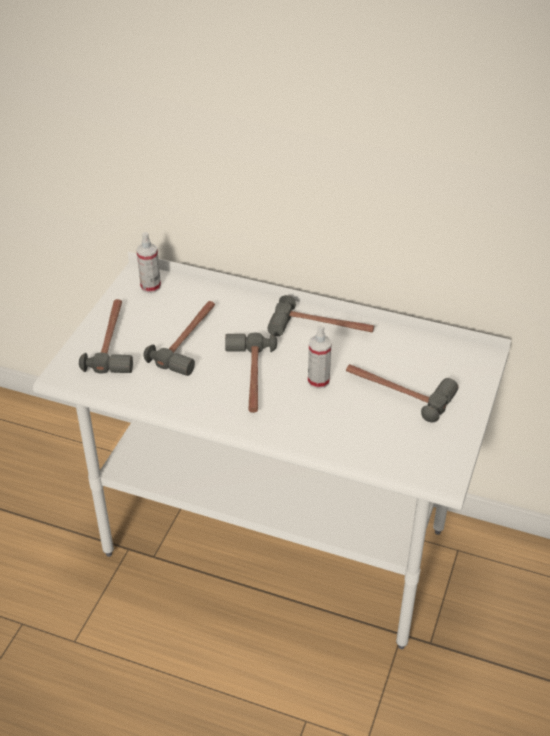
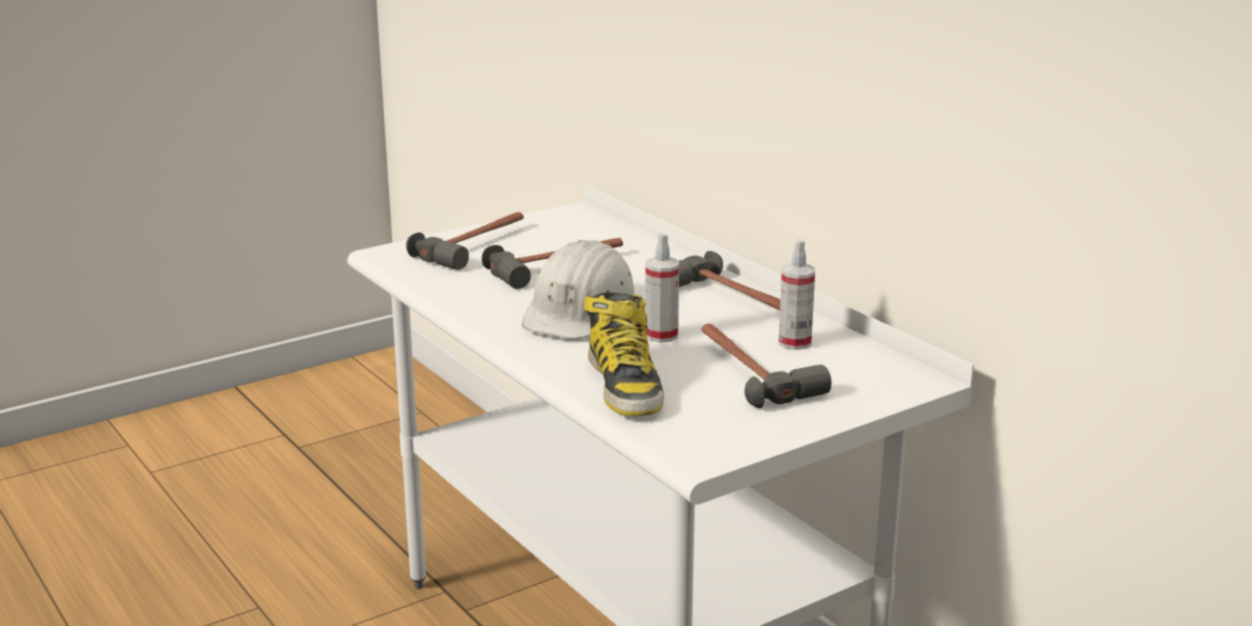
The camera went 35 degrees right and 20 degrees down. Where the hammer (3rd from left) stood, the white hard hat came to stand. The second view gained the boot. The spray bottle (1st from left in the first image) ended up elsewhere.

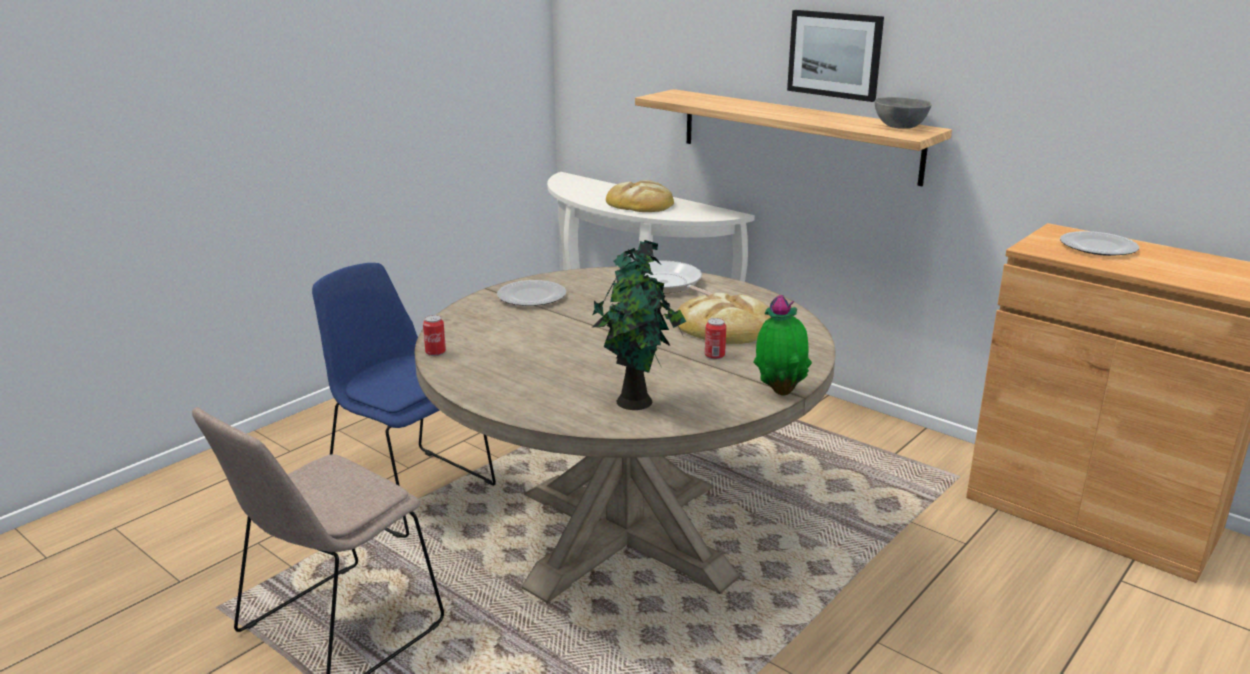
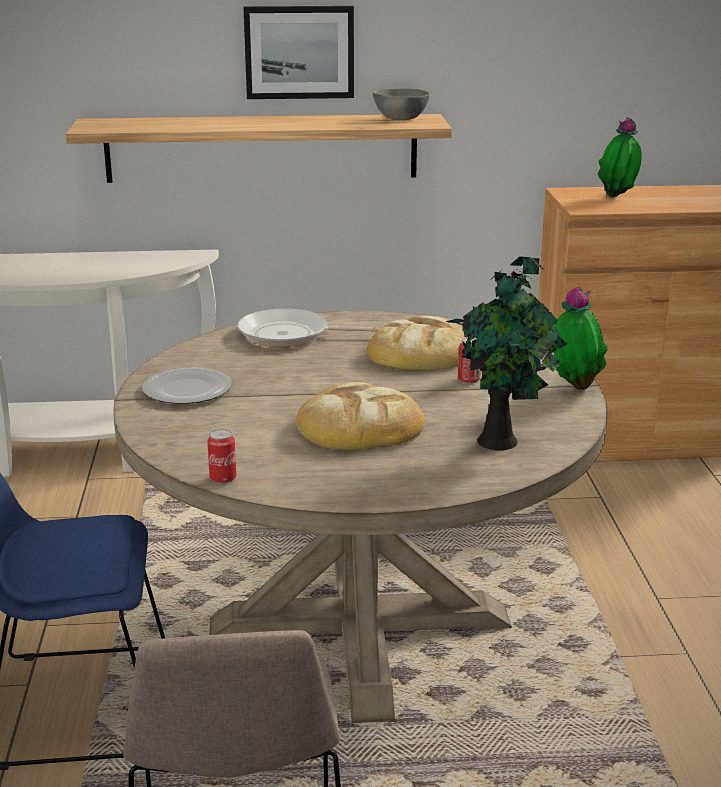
The camera went 45 degrees left and 0 degrees up. The bread (1st from left) ended up elsewhere. Where the plate (2nd from left) stood, the potted plant (3rd from left) came to stand.

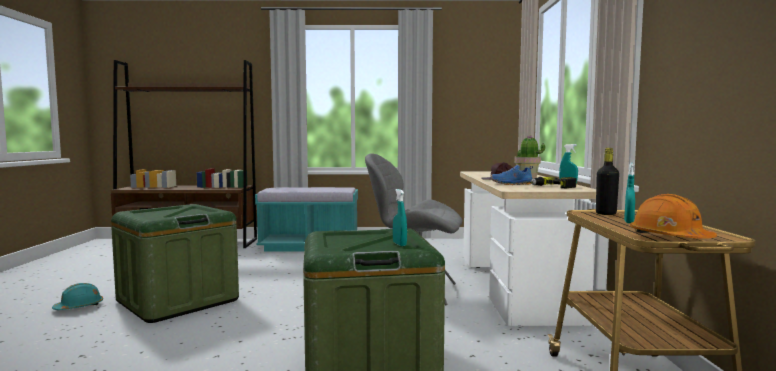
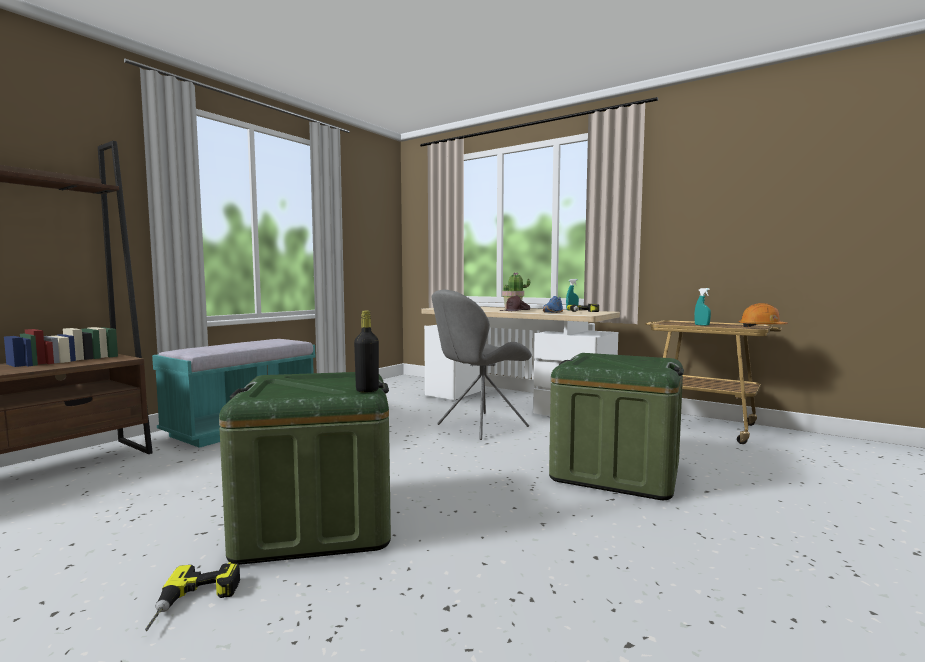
The camera went 55 degrees left and 0 degrees up. Where the turquoise hard hat stood, the power drill (1st from left) came to stand. The black bottle ended up elsewhere. The second view lost the turquoise spray bottle (1st from left).

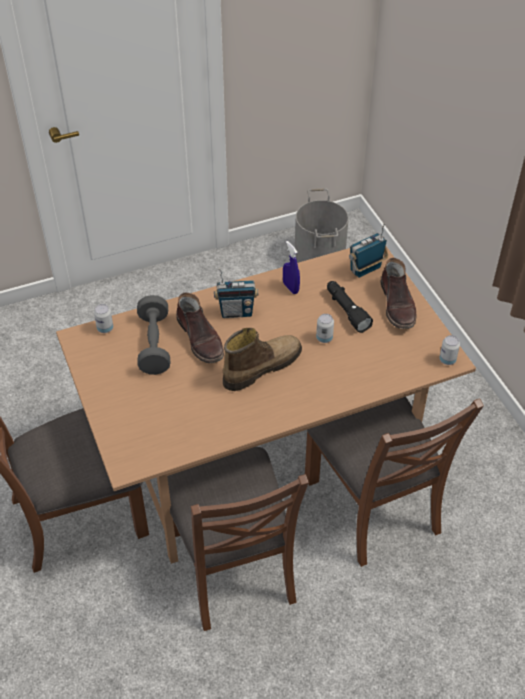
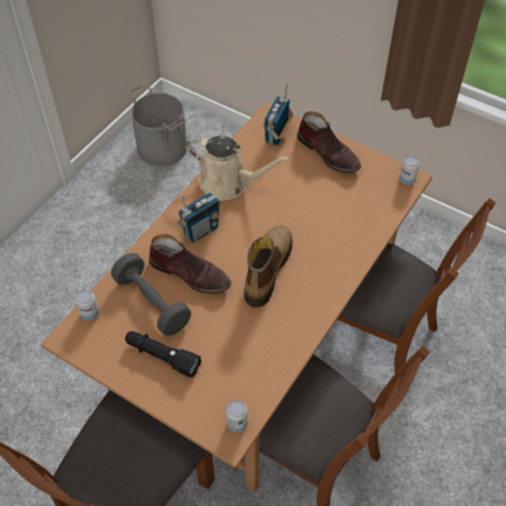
The camera went 35 degrees left and 5 degrees up. The black flashlight ended up elsewhere. Where the blue spray bottle stood, the beige watering can came to stand. The can (2nd from left) ended up elsewhere.

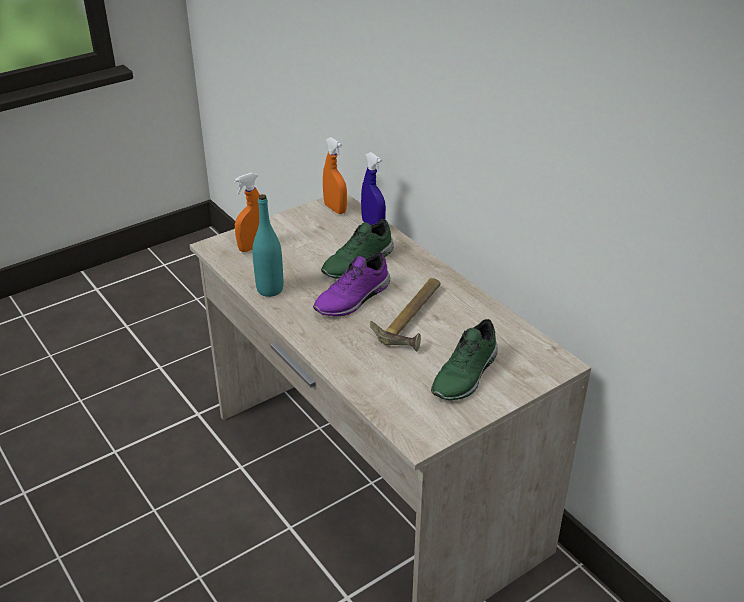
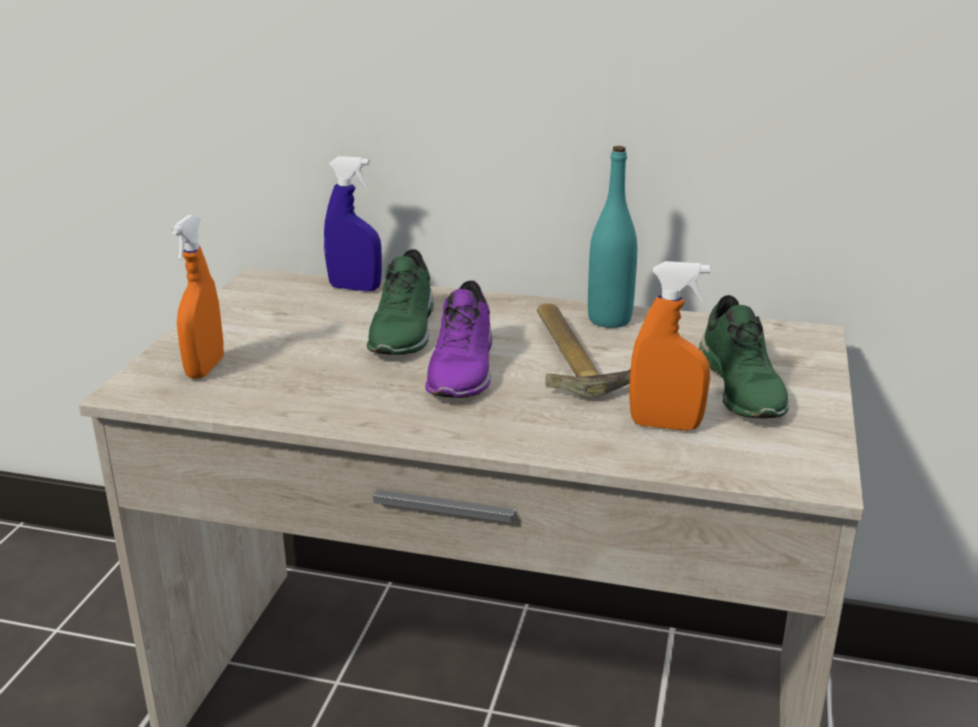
The camera went 40 degrees left and 10 degrees down. The turquoise bottle ended up elsewhere. The orange spray bottle (2nd from left) ended up elsewhere.

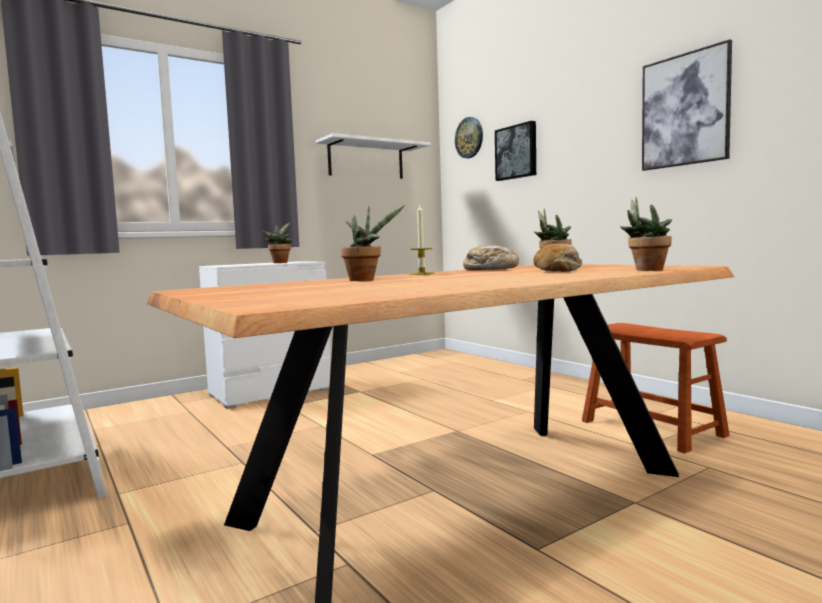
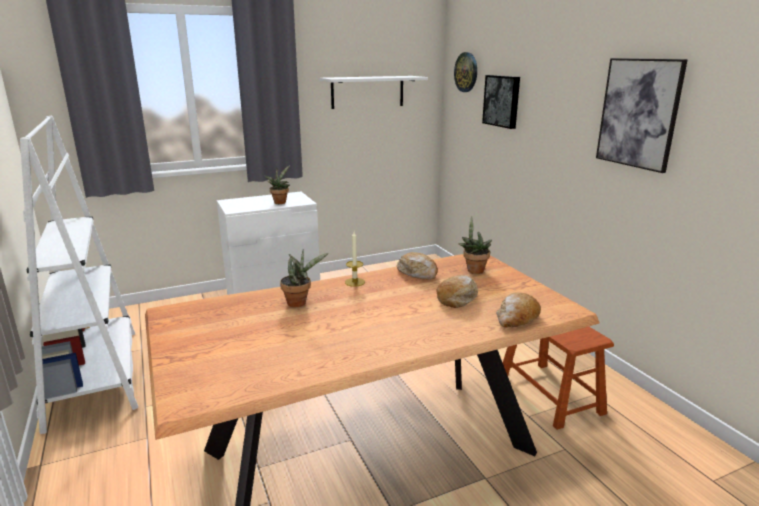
The camera went 10 degrees right and 15 degrees up. Where the potted plant (4th from left) stood, the bread (3rd from left) came to stand.

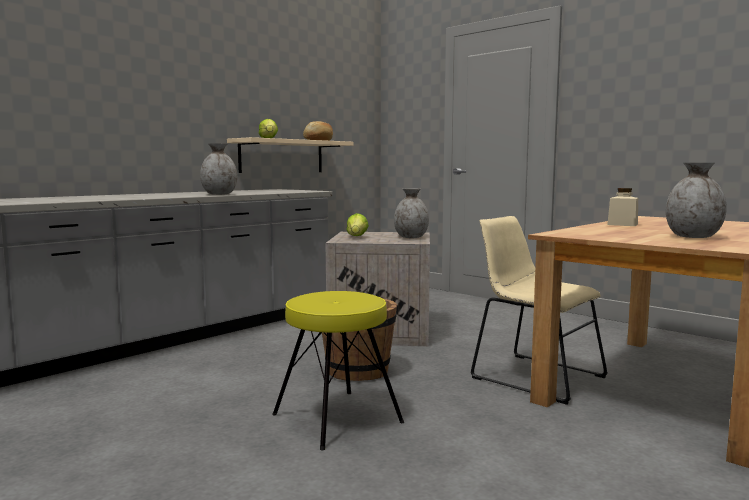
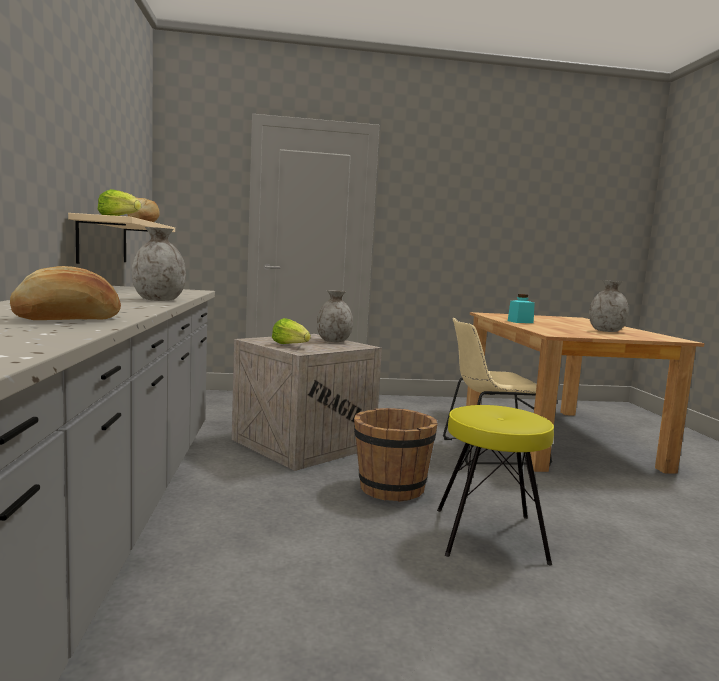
The camera went 50 degrees left and 0 degrees up. The second view gained the bread (1st from left). What was the beige jar turned into the turquoise jar.

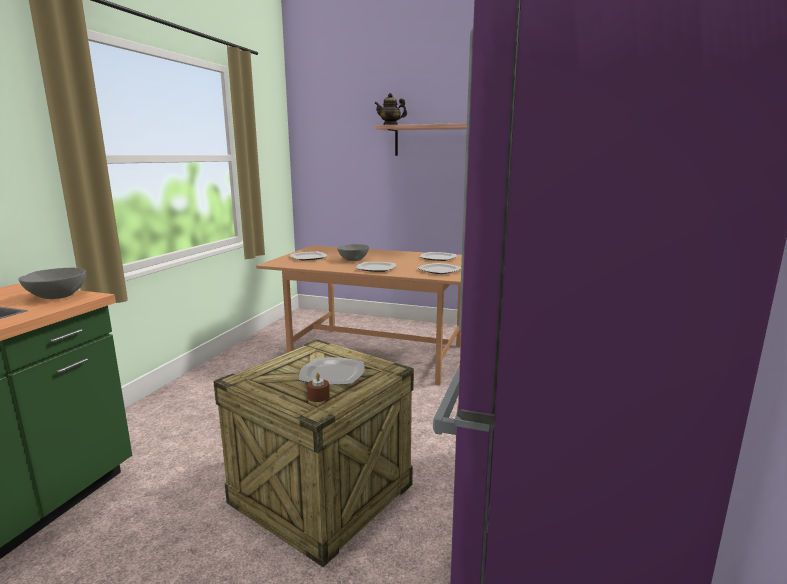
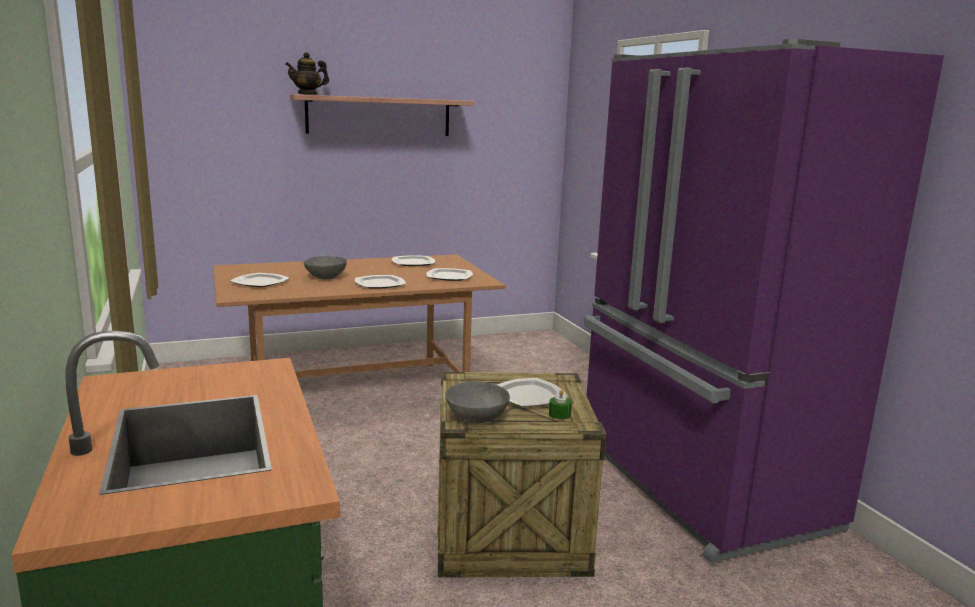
The camera went 40 degrees left and 0 degrees up. The grey bowl (1st from left in the first image) ended up elsewhere. What was the brown candle turned into the green candle.

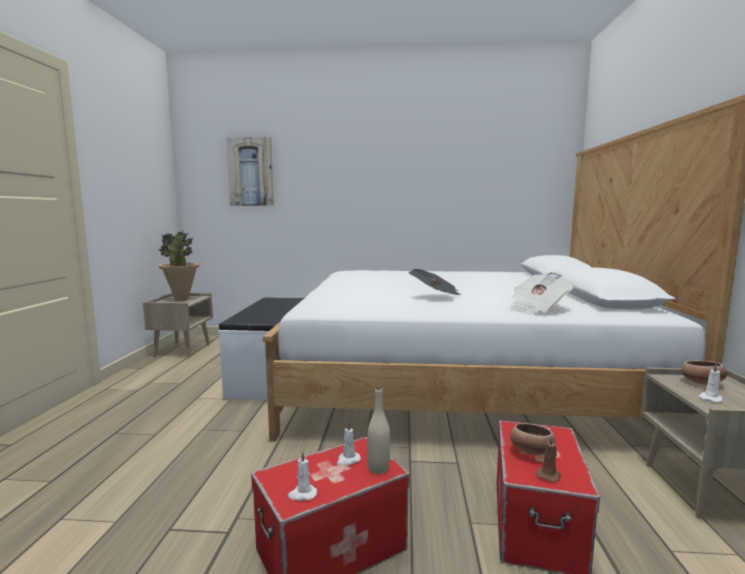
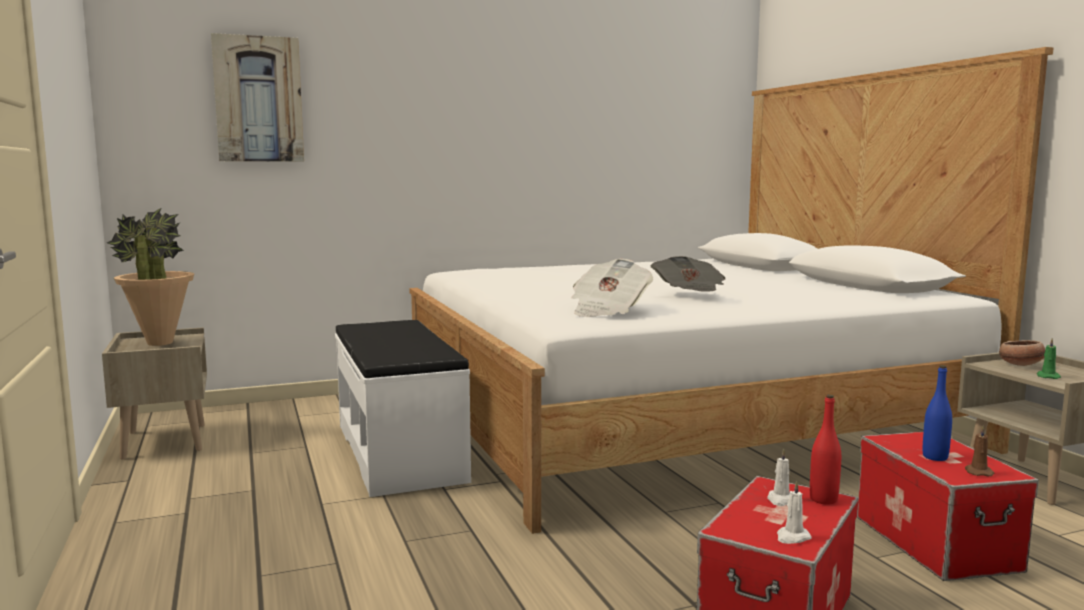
The camera went 25 degrees left and 0 degrees up. The newspaper (2nd from left in the first image) ended up elsewhere. What was the beige bottle turned into the red bottle. Where the bowl (1st from left) stood, the blue bottle came to stand. What was the white candle (3rd from left) turned into the green candle.

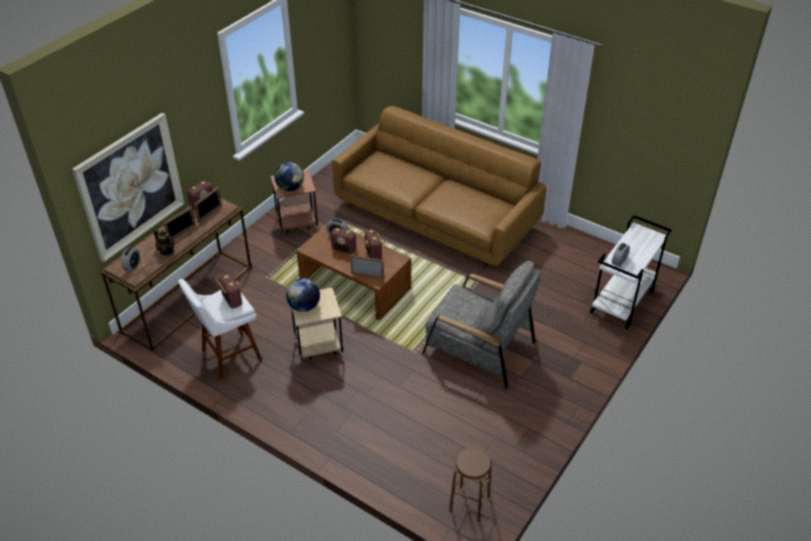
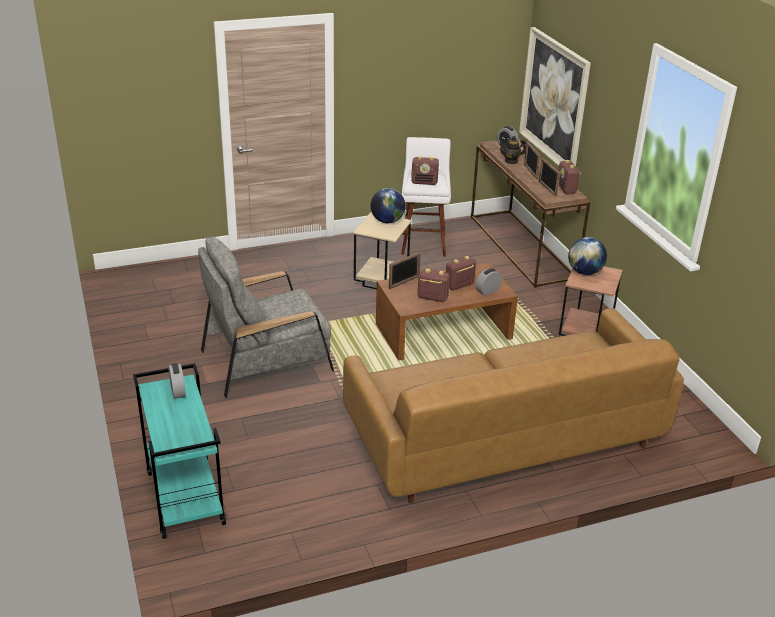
The camera went 125 degrees right and 10 degrees down. What was the white cart turned into the turquoise cart. The second view lost the brown stool.

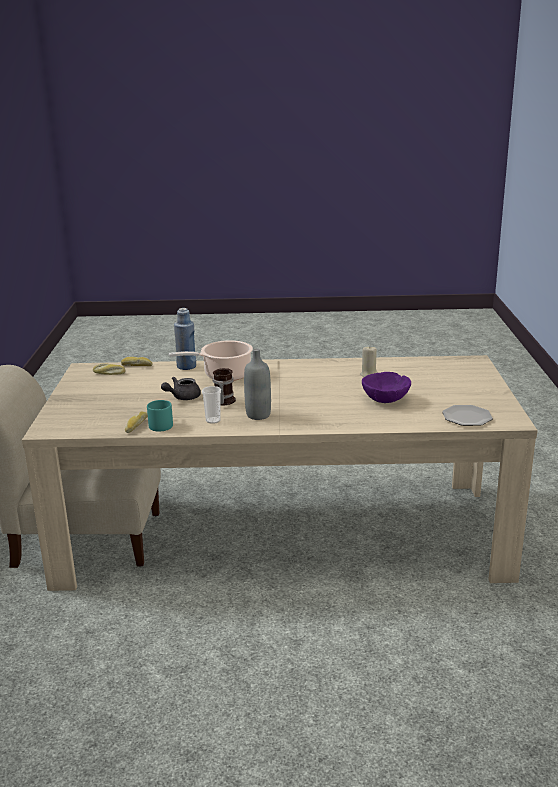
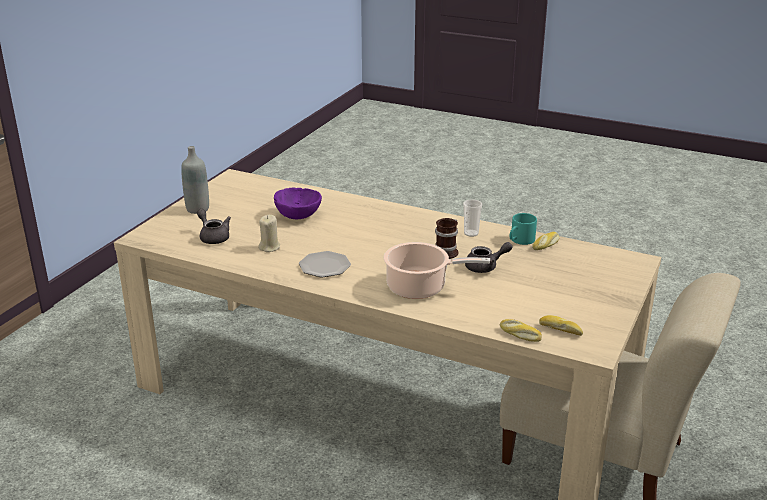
The camera went 155 degrees left and 5 degrees up. The grey bottle ended up elsewhere. The second view gained the grey teapot (1st from left). The plate ended up elsewhere. The second view lost the blue bottle.

